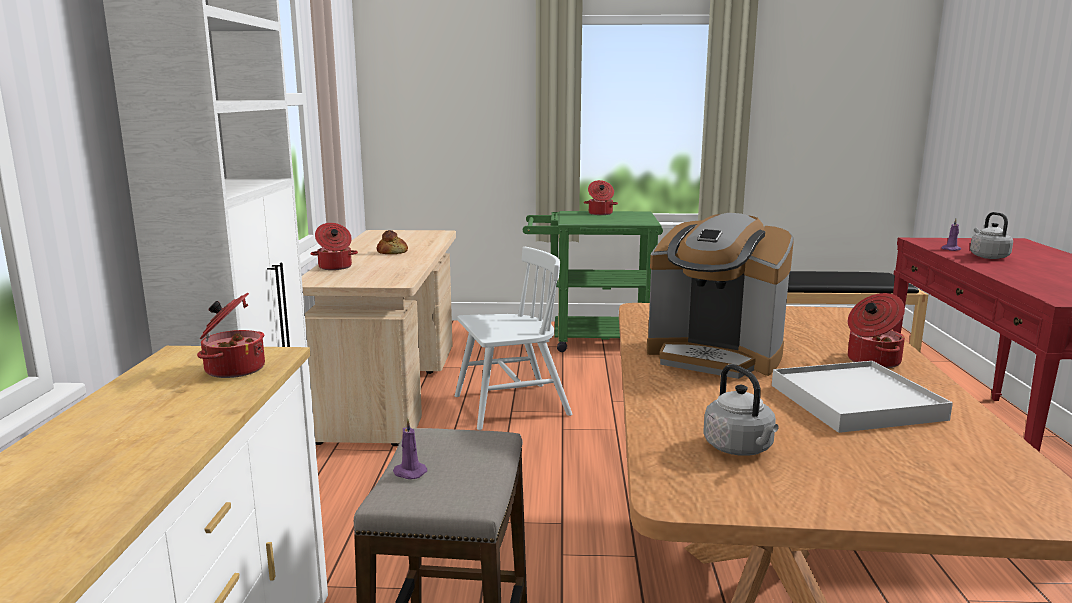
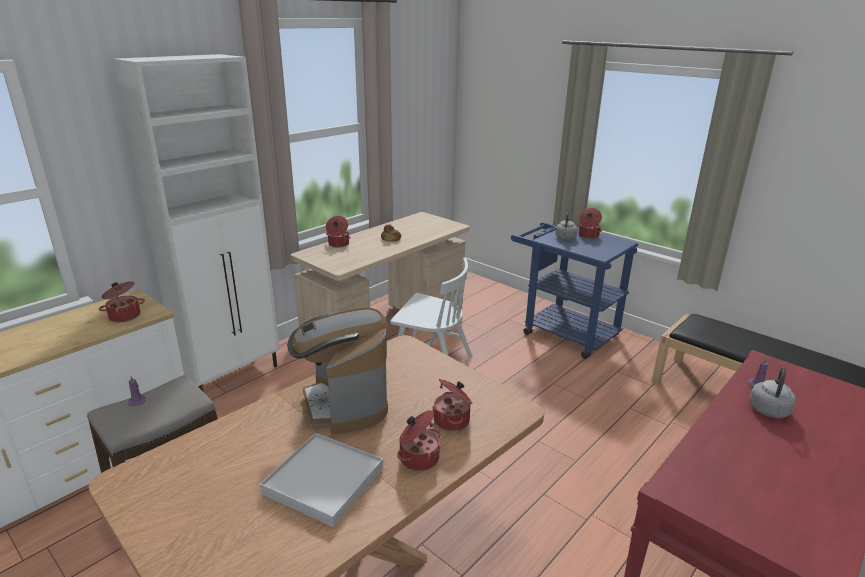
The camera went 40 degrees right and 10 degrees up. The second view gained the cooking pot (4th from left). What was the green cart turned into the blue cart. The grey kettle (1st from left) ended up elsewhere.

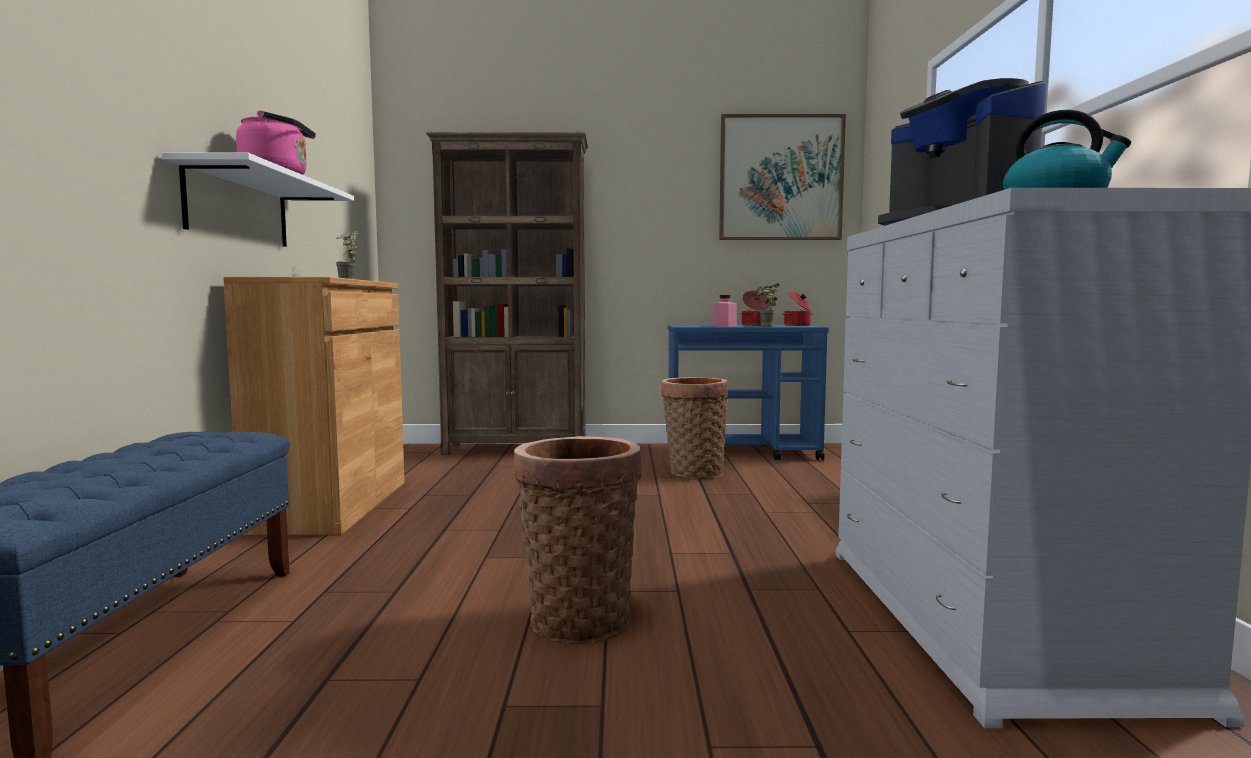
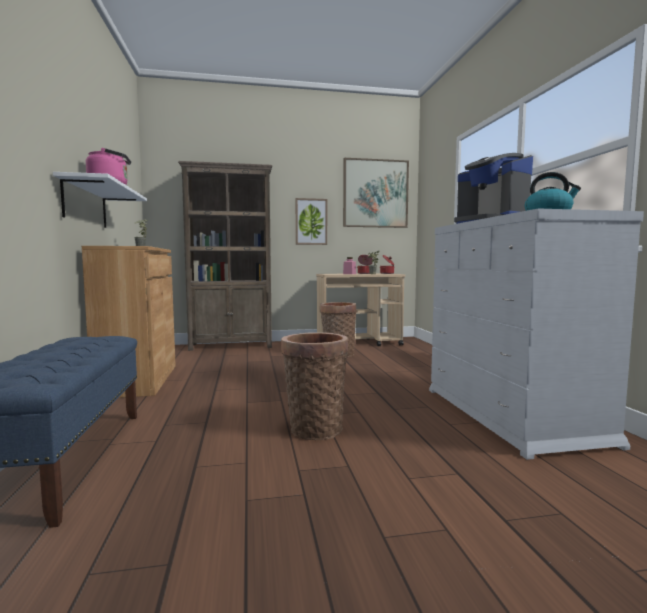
The camera went 10 degrees left and 0 degrees up. The second view gained the picture (1st from left). What was the blue cart turned into the beige cart.

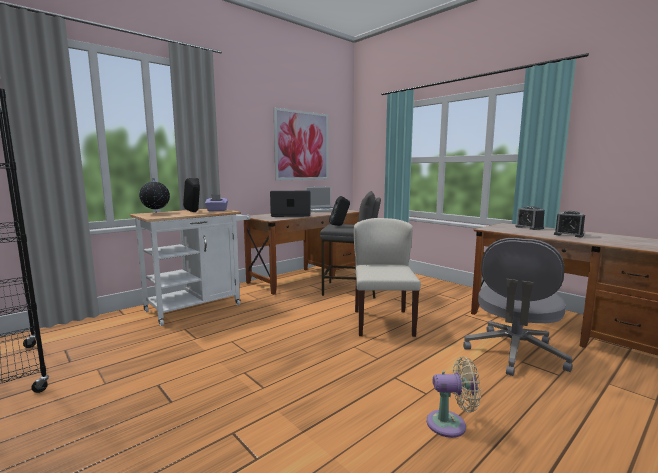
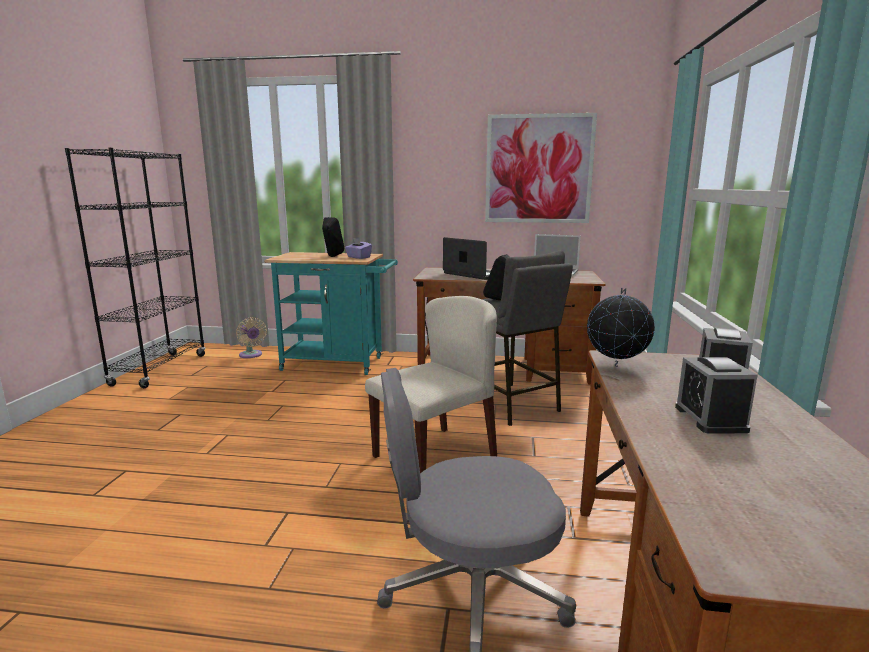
The camera went 50 degrees right and 5 degrees up. The beige fan ended up elsewhere. What was the white cart turned into the turquoise cart. The globe ended up elsewhere.

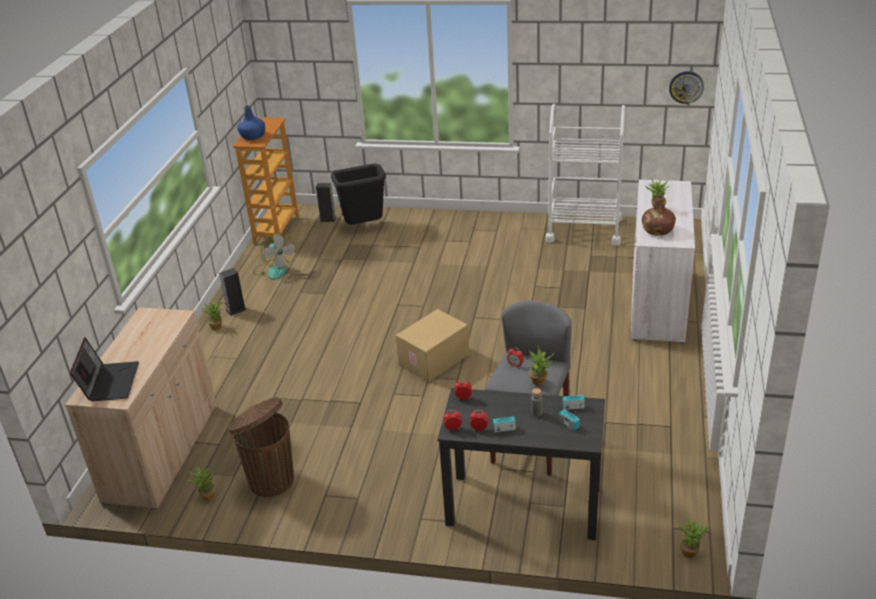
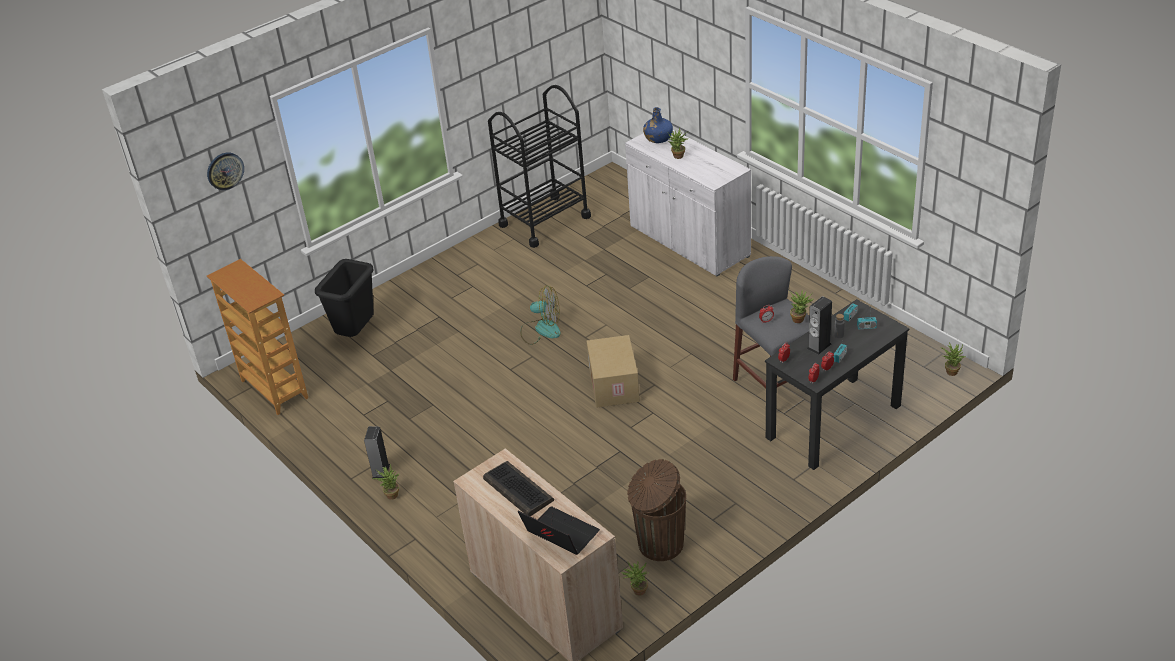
The camera went 50 degrees left and 5 degrees up. The wall clock ended up elsewhere. The second view gained the keyboard. What was the white cart turned into the black cart. The fan ended up elsewhere. The blue bottle ended up elsewhere. The speaker (2nd from left) ended up elsewhere. The second view lost the brown bottle.

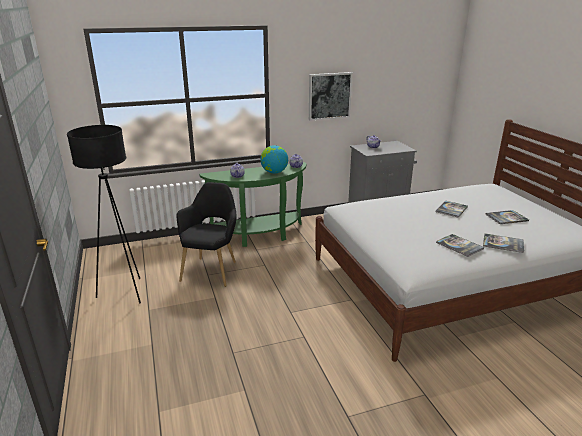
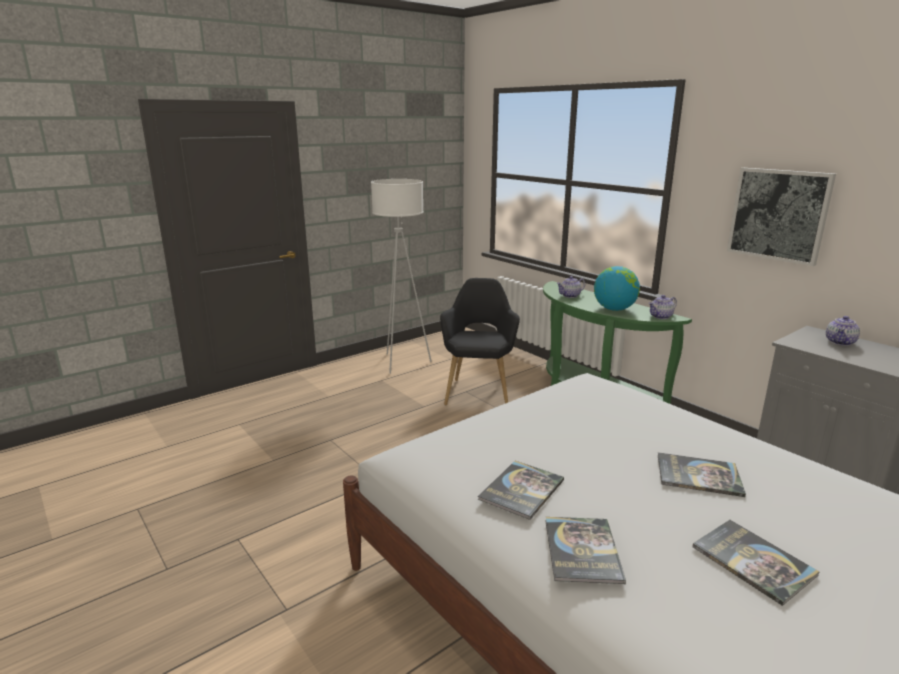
The camera went 70 degrees right and 5 degrees down. What was the black floor lamp turned into the white floor lamp. The black armchair ended up facing another way, 75 degrees counterclockwise from before.

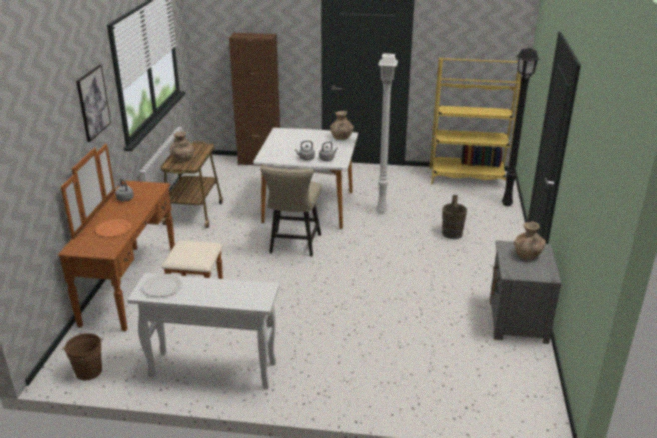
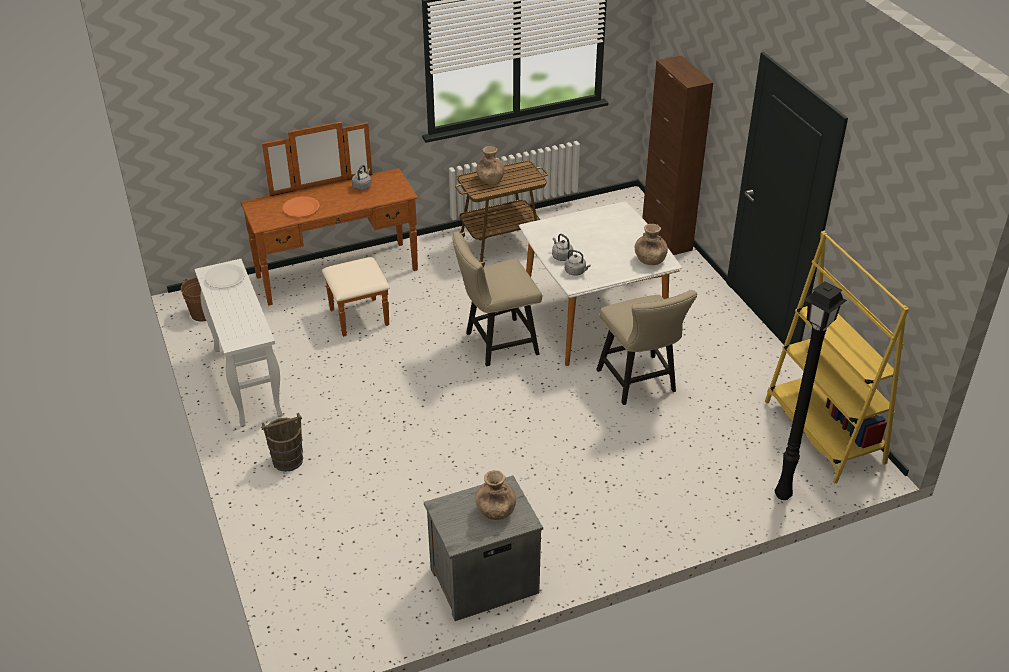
The camera went 60 degrees right and 10 degrees up. The brown bucket (2nd from left) ended up elsewhere. Where the white floor lamp stood, the beige chair (2nd from left) came to stand. The second view lost the picture.

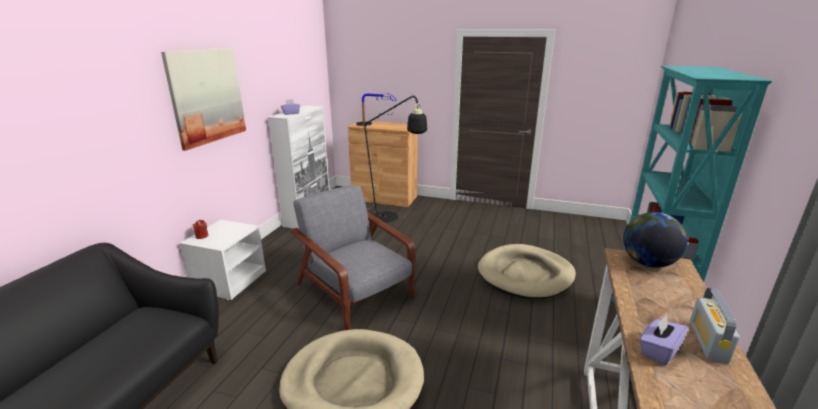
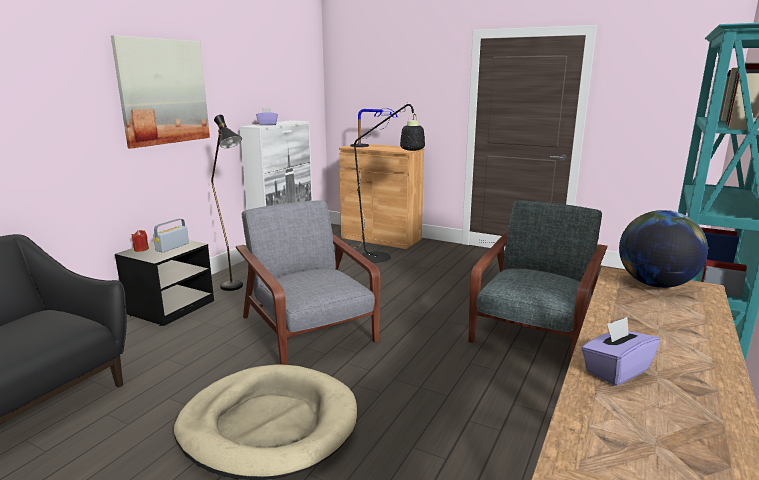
The camera went 10 degrees right and 5 degrees down. What was the white nightstand turned into the black nightstand. The radio ended up elsewhere. The second view gained the black floor lamp (1st from left). Where the beige dog bed (2nd from left) stood, the grey armchair (2nd from left) came to stand.

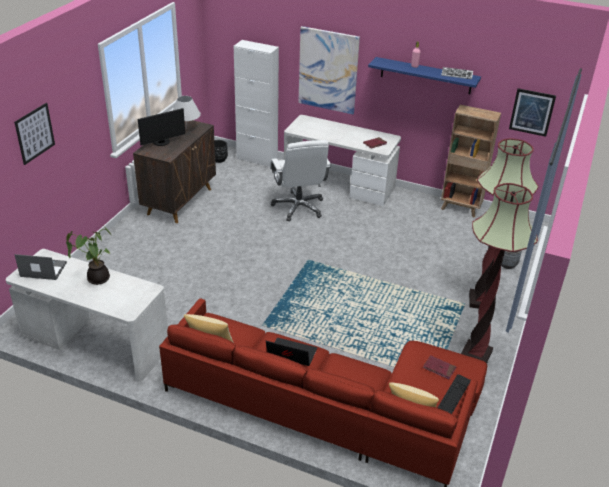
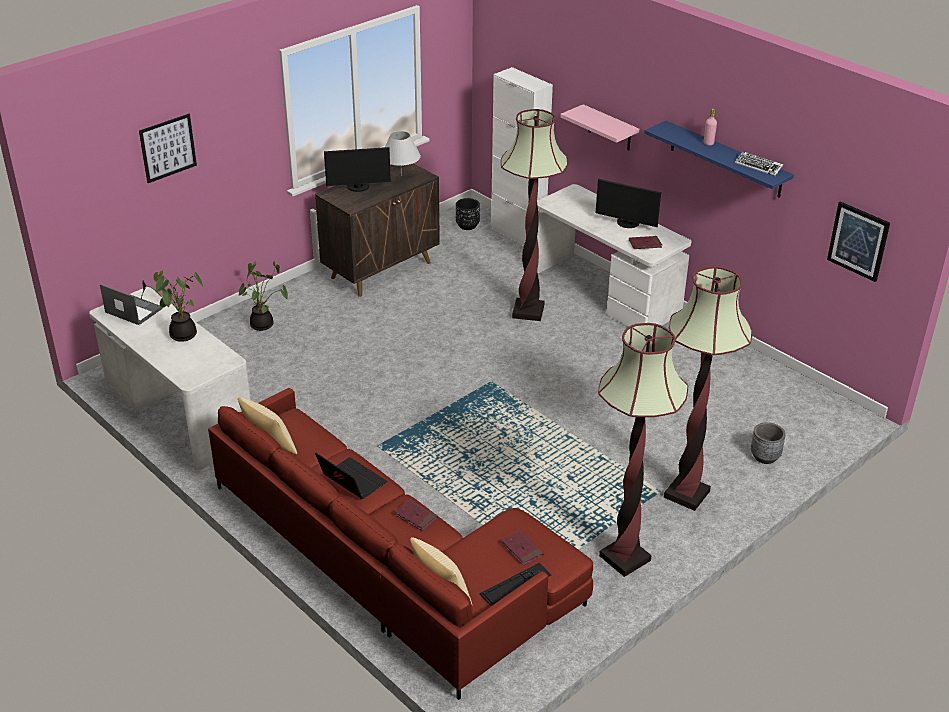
The camera went 25 degrees right and 0 degrees up. The second view gained the potted plant (2nd from left). The second view gained the red book (1st from left). Where the white office chair stood, the floor lamp (1st from left) came to stand. Where the picture (2nd from left) hung, the pink shelf came to hang. The second view gained the monitor (2nd from left). The second view lost the brown bookcase.

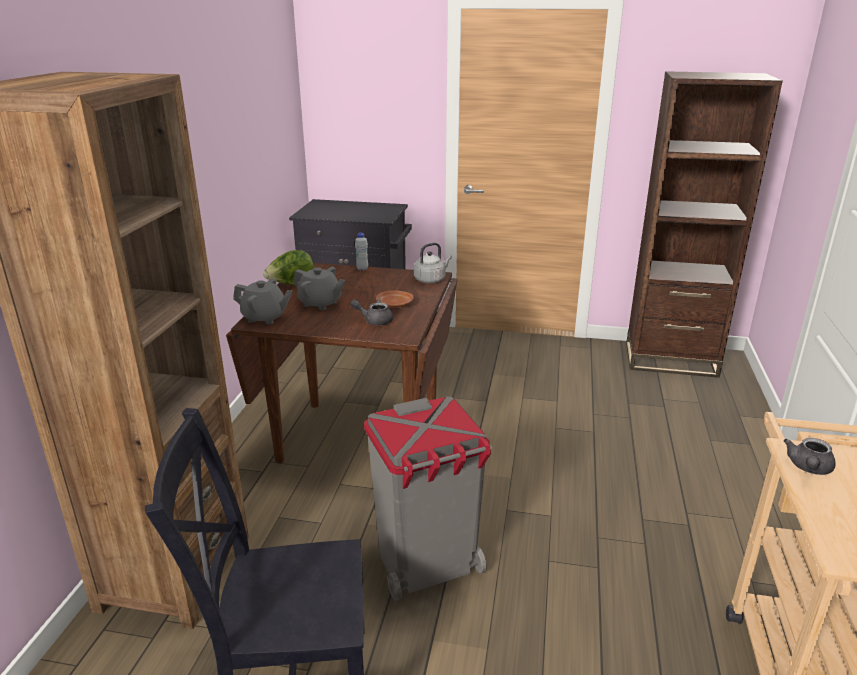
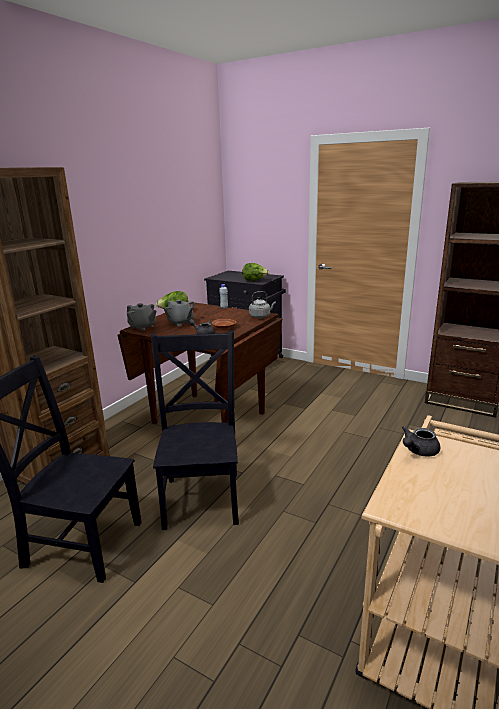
The camera went 20 degrees right and 5 degrees down. Where the grey trash can stood, the black chair (2nd from left) came to stand. The second view gained the lettuce (2nd from left).

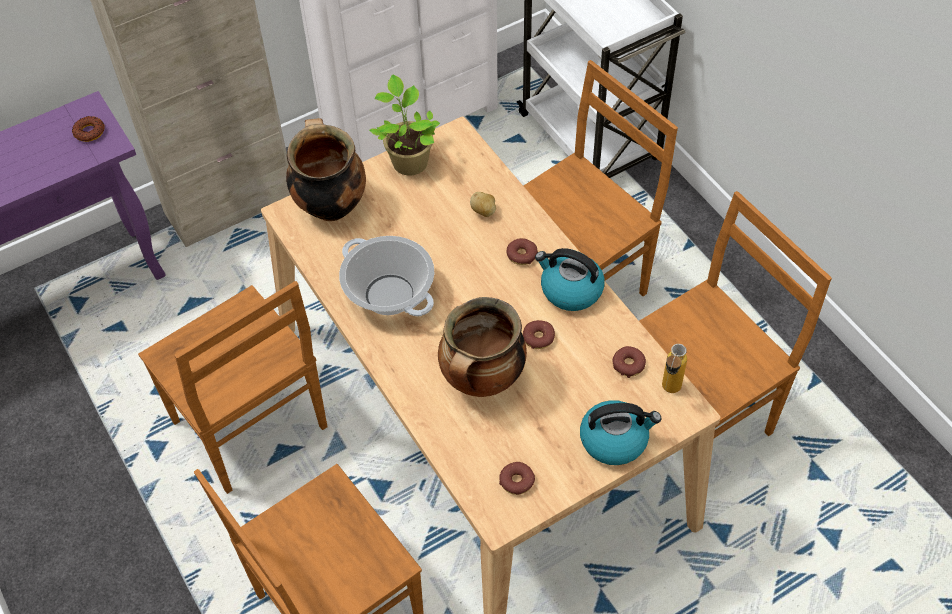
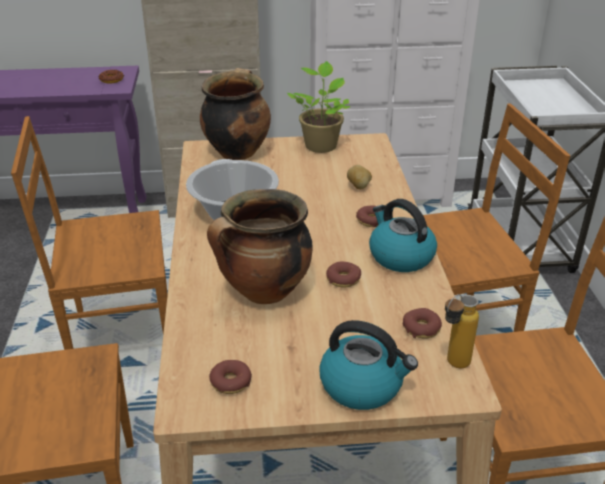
The camera went 25 degrees right and 20 degrees down. The brown chair (1st from left in the first image) ended up facing another way, 90 degrees clockwise from before.

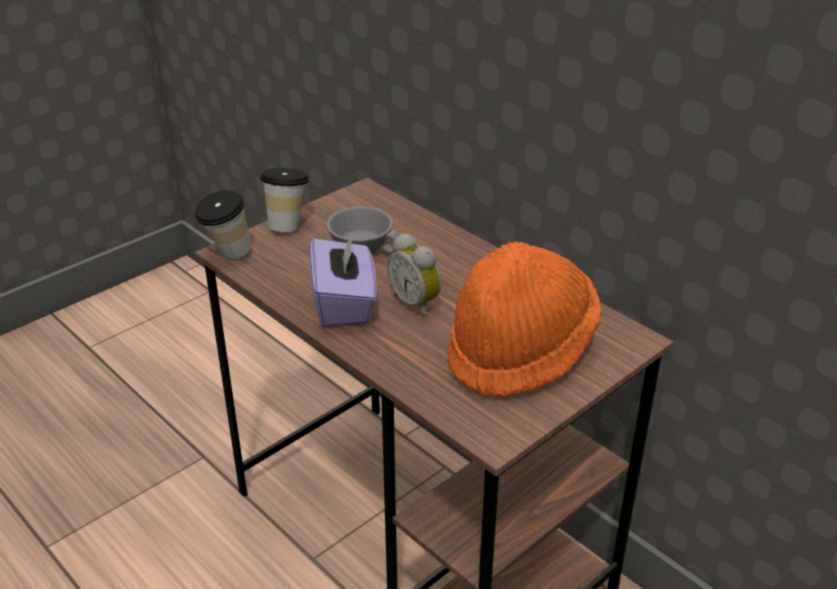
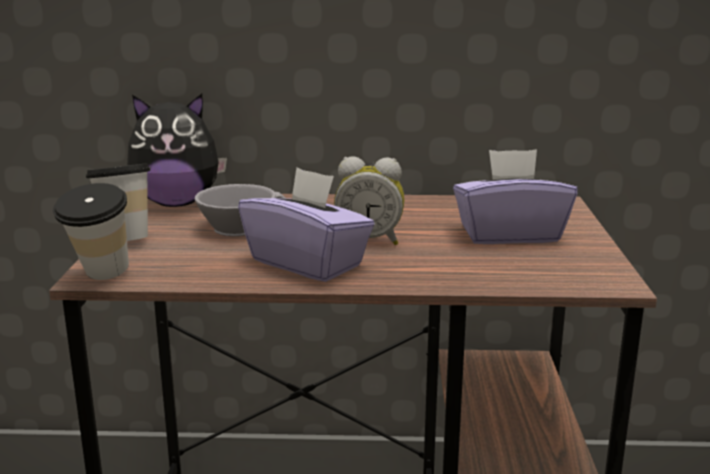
The camera went 45 degrees left and 15 degrees down. The second view gained the plush toy. Where the orange hat stood, the purple tissue box (2nd from left) came to stand.

